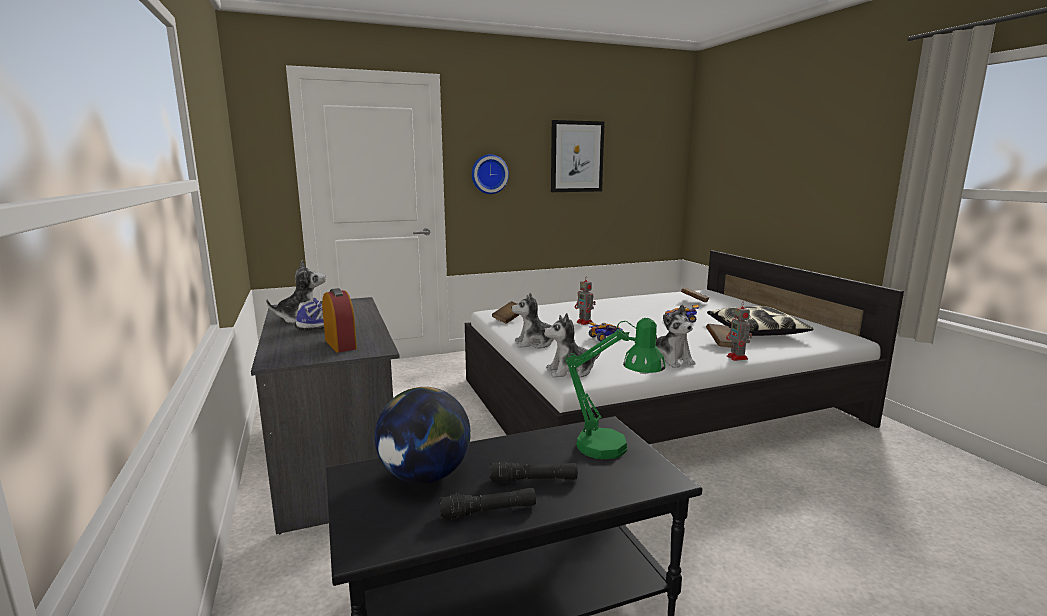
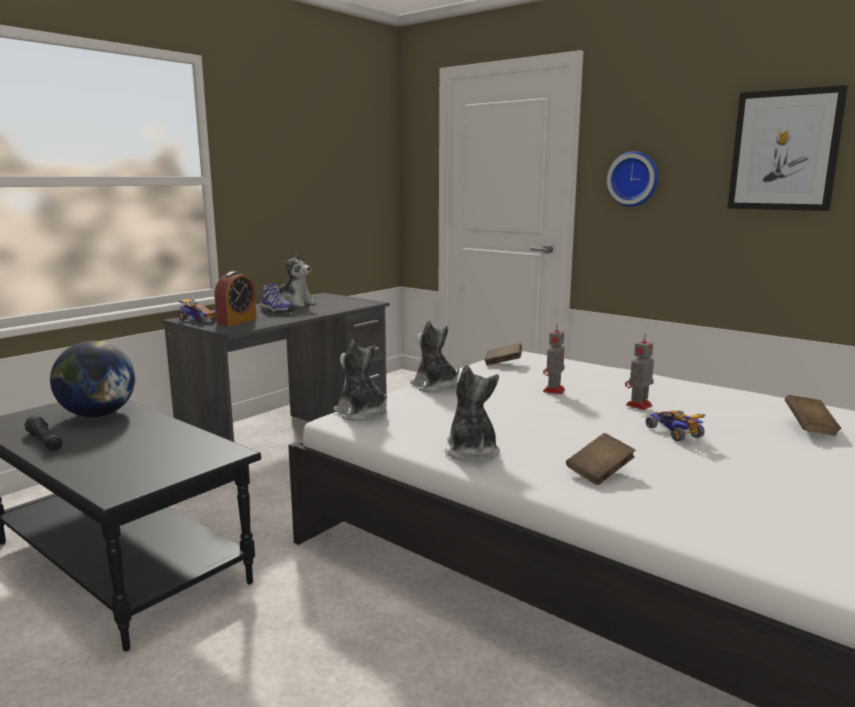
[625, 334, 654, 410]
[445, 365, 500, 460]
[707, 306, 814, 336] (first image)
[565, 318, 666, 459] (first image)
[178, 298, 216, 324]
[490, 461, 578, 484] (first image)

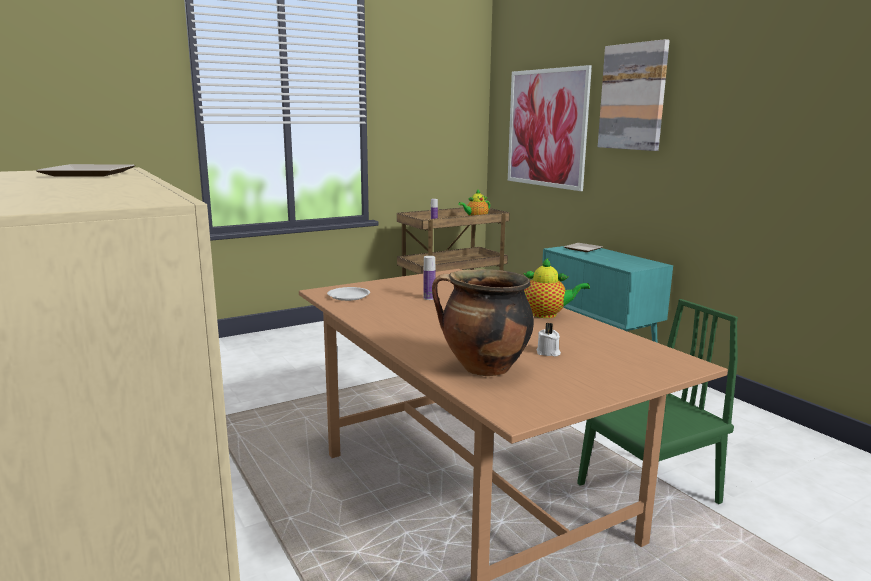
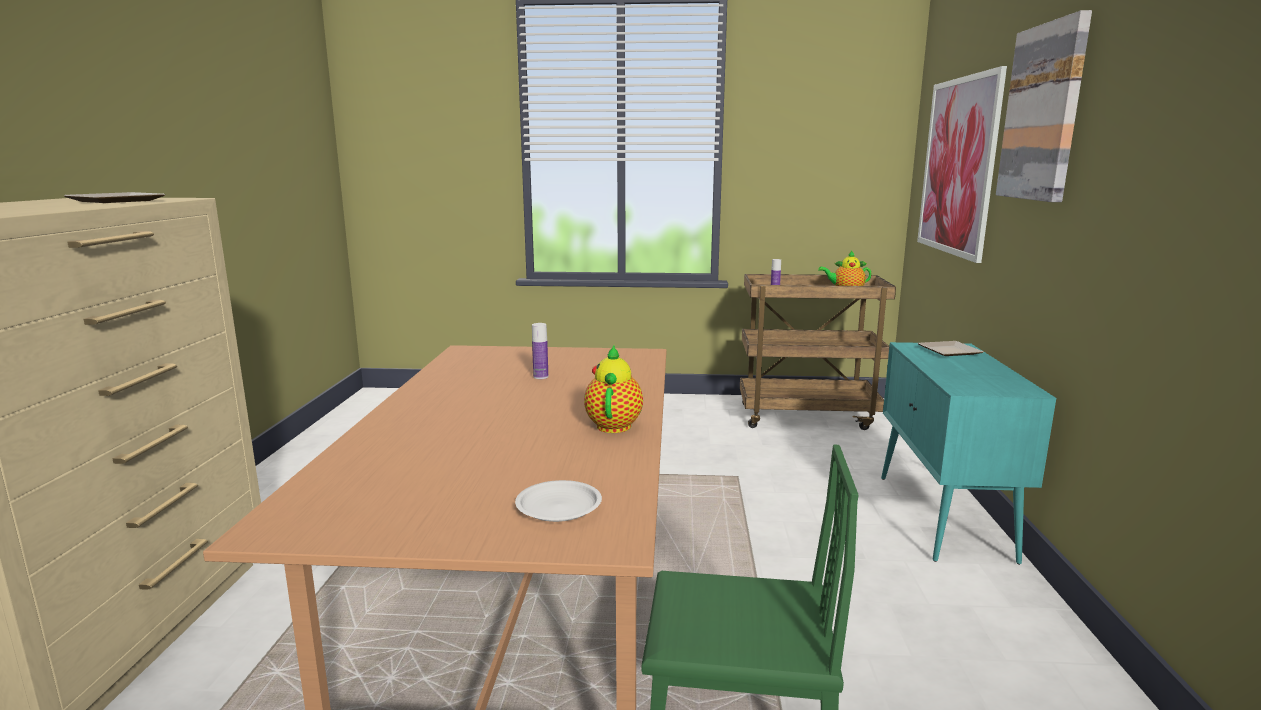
[584, 345, 643, 433]
[432, 269, 534, 376] (first image)
[515, 480, 602, 522]
[537, 323, 561, 357] (first image)

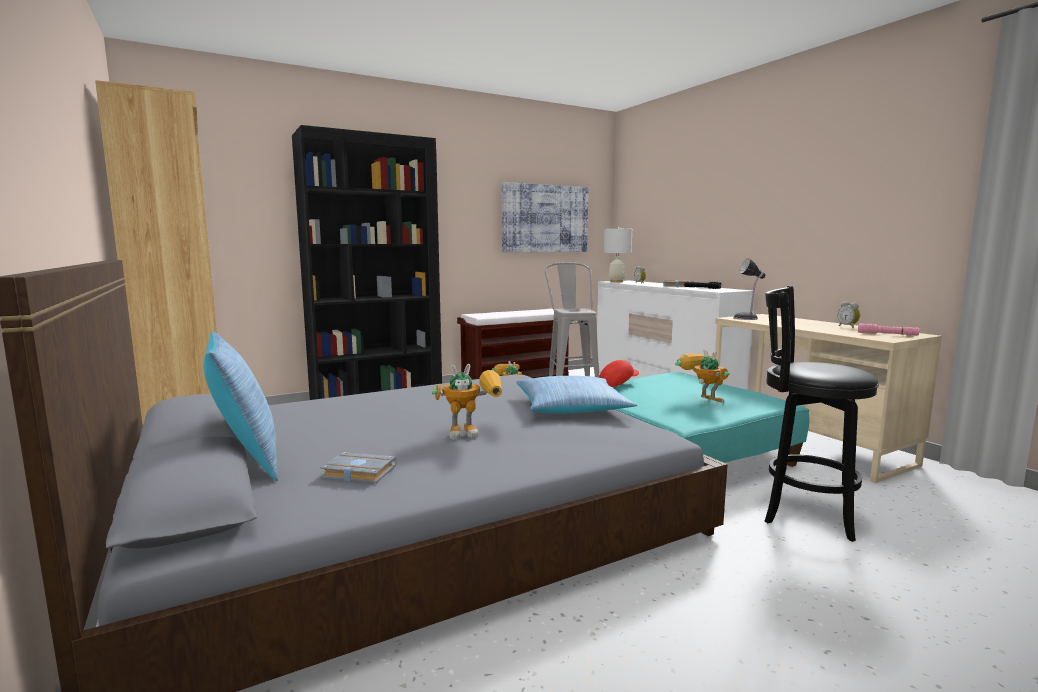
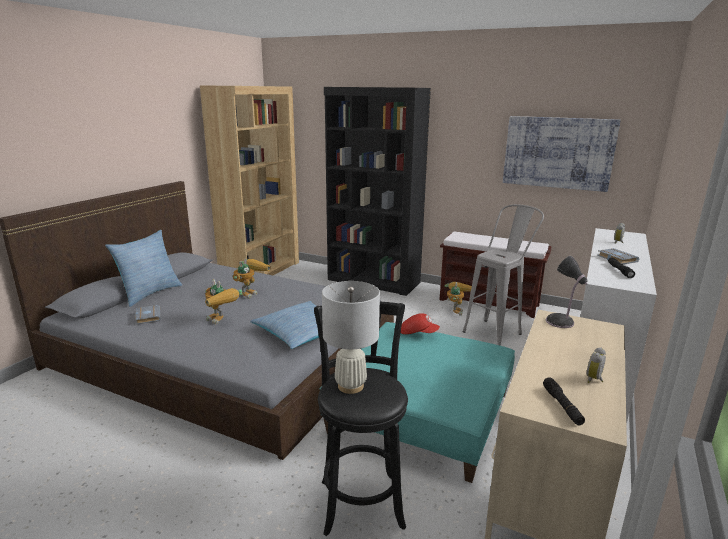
[322, 281, 380, 394]
[543, 377, 585, 425]
[232, 258, 271, 299]

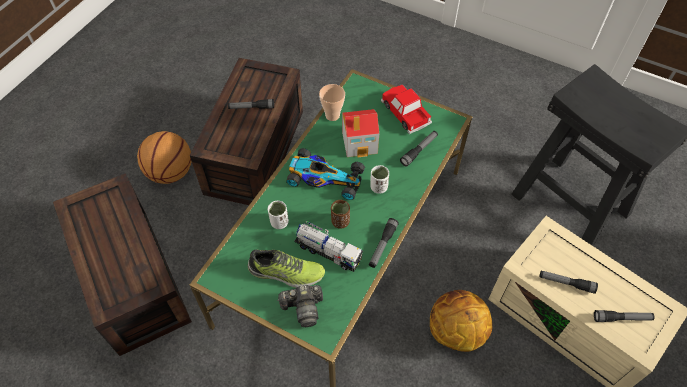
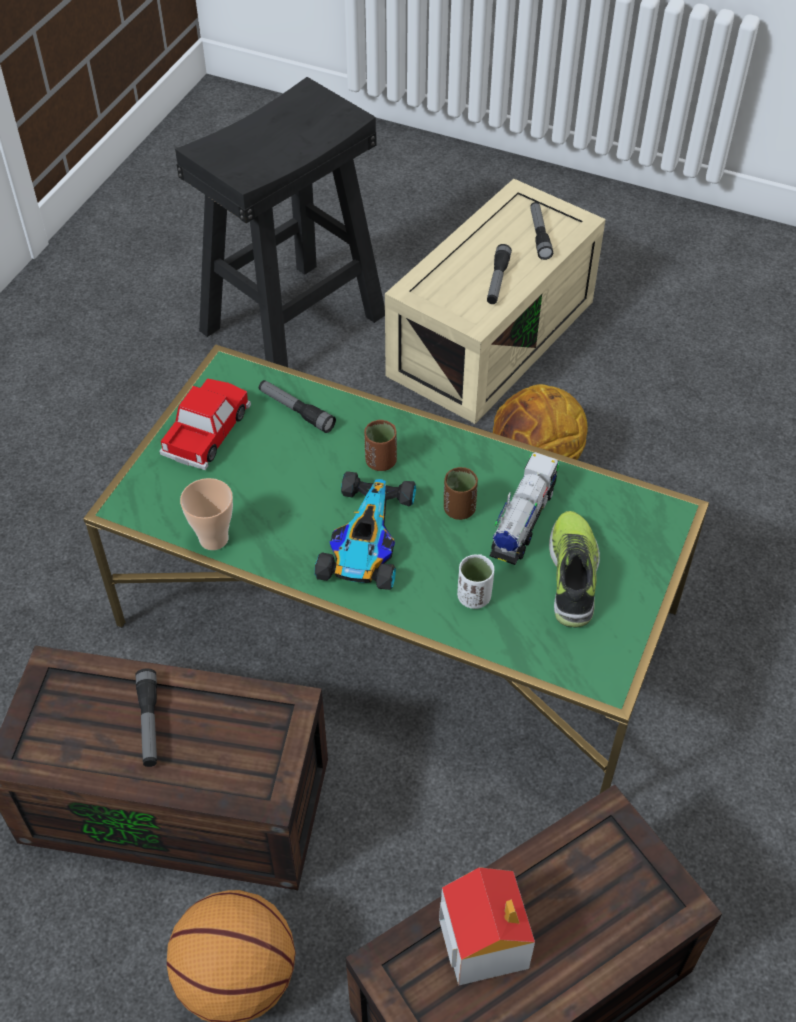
[159, 378, 251, 470]
[439, 867, 535, 986]
[364, 420, 397, 471]
[369, 218, 399, 268] (first image)
[277, 285, 323, 327] (first image)

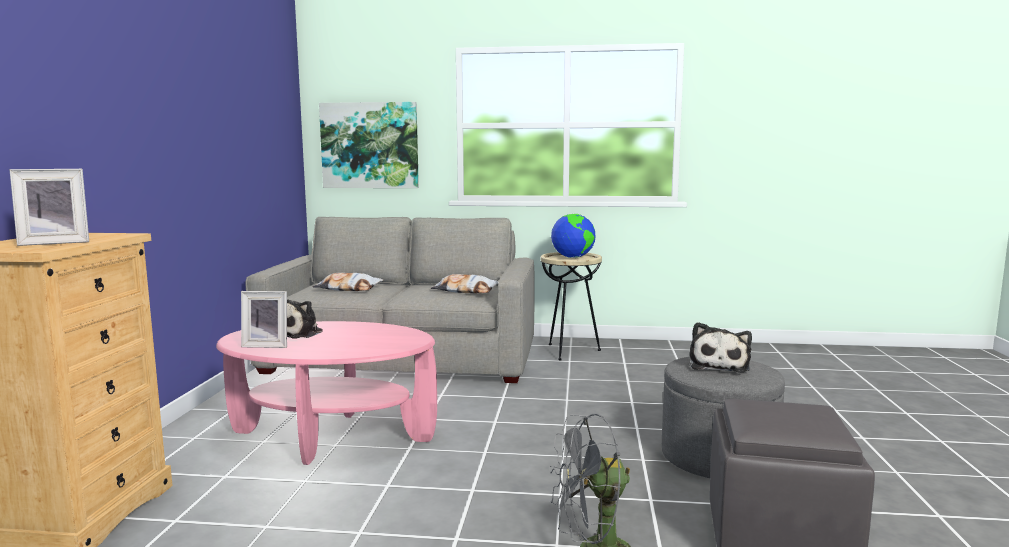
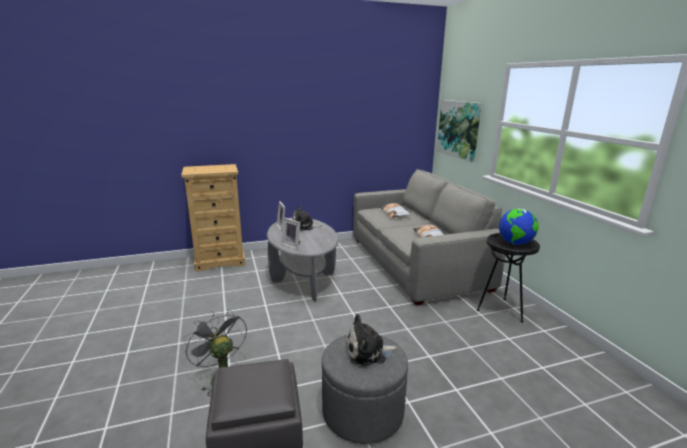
[281, 217, 301, 250]
[477, 233, 540, 323]
[267, 218, 339, 302]

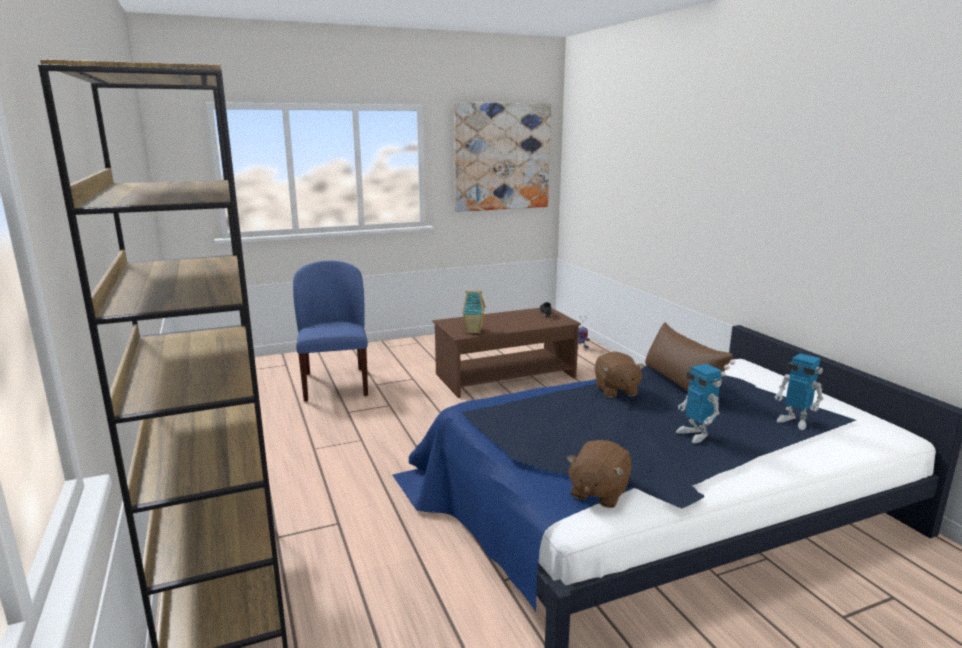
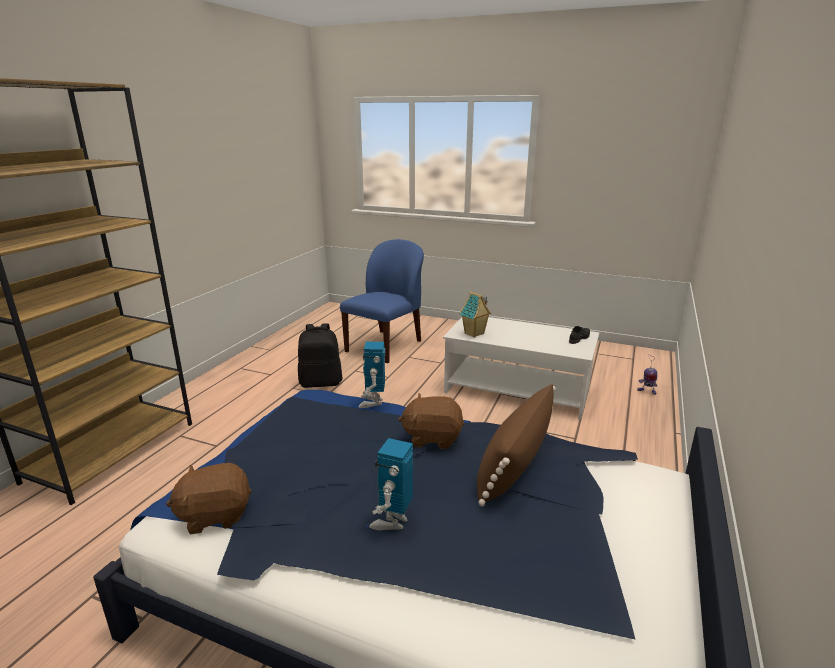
[454, 102, 551, 212] (first image)
[443, 317, 599, 420]
[398, 393, 464, 449]
[358, 342, 385, 408]
[298, 323, 343, 388]

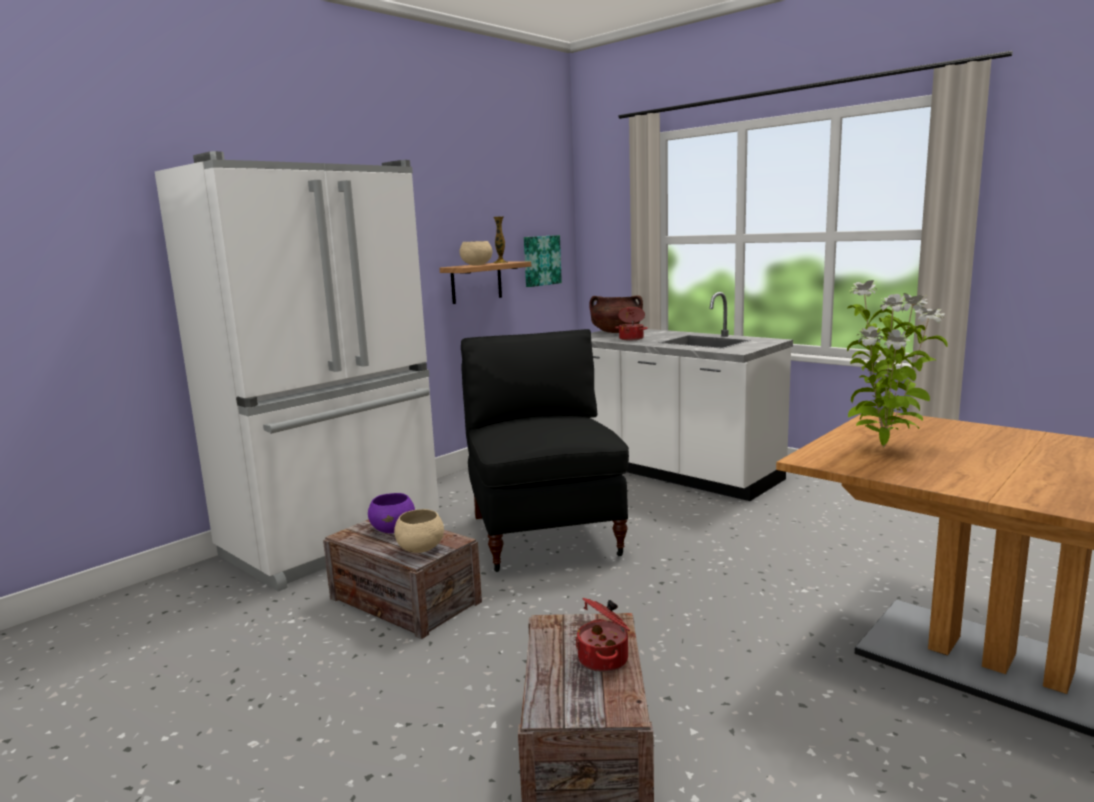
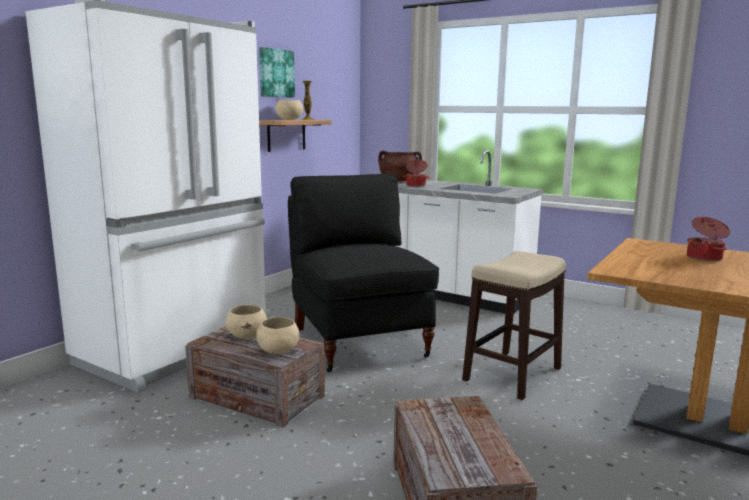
[259, 47, 295, 98]
[847, 280, 948, 447] (first image)
[226, 305, 267, 339]
[687, 217, 730, 262]
[462, 251, 566, 400]

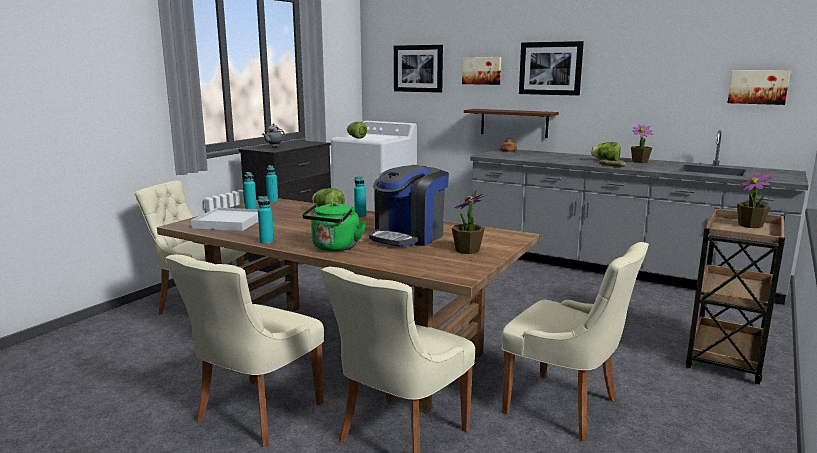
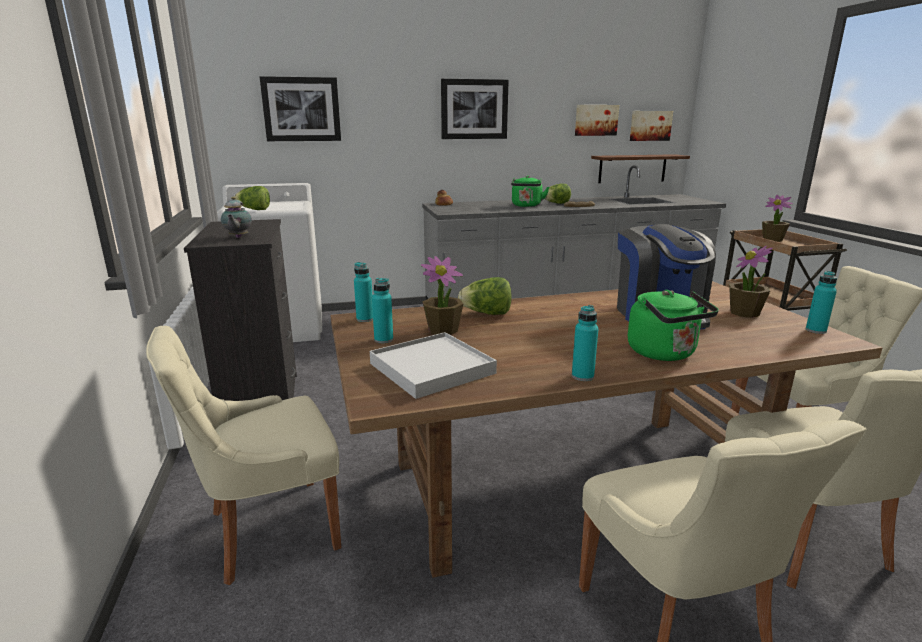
[575, 105, 619, 136]
[591, 154, 690, 183]
[421, 256, 463, 335]
[806, 271, 837, 334]
[511, 176, 549, 207]

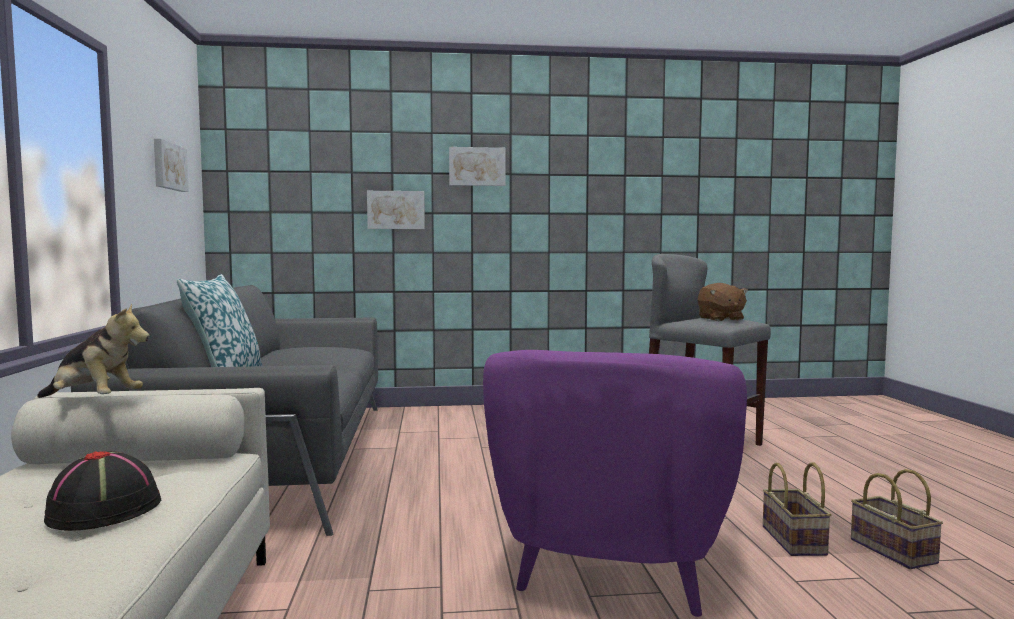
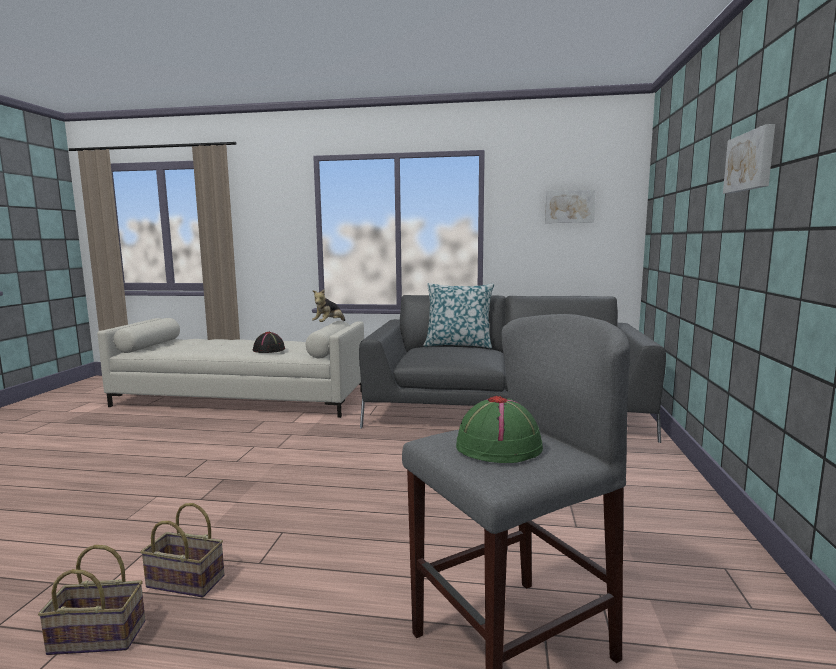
[367, 191, 425, 229] (first image)
[456, 396, 543, 463]
[483, 350, 747, 617] (first image)

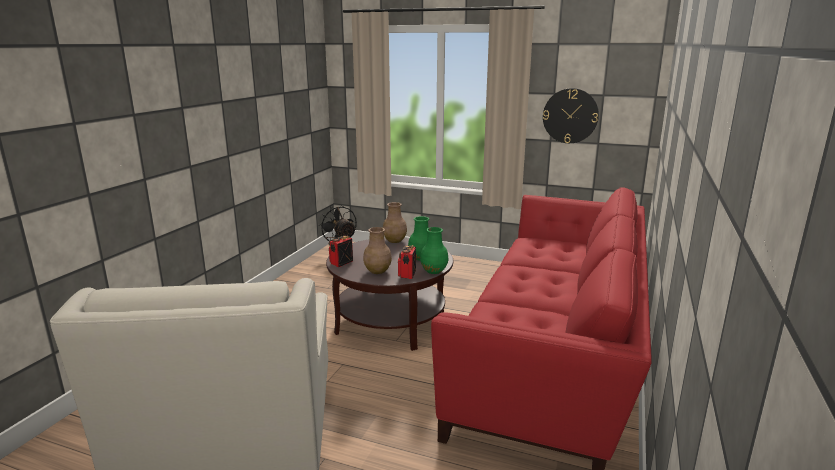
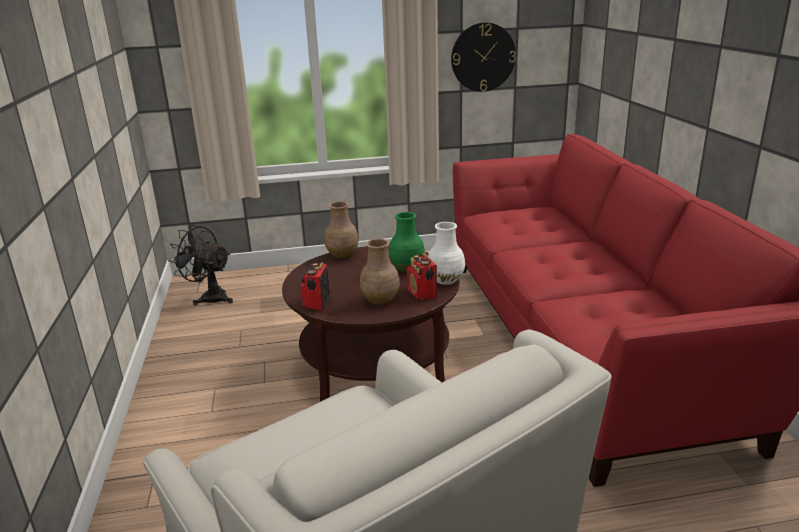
[428, 222, 465, 285]

